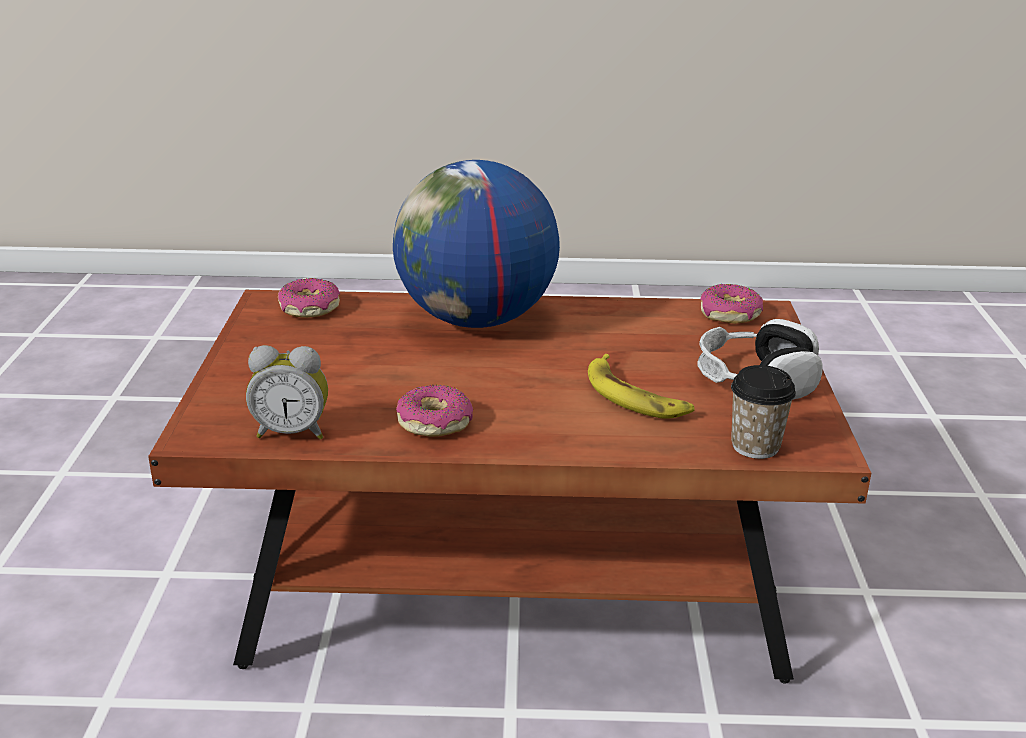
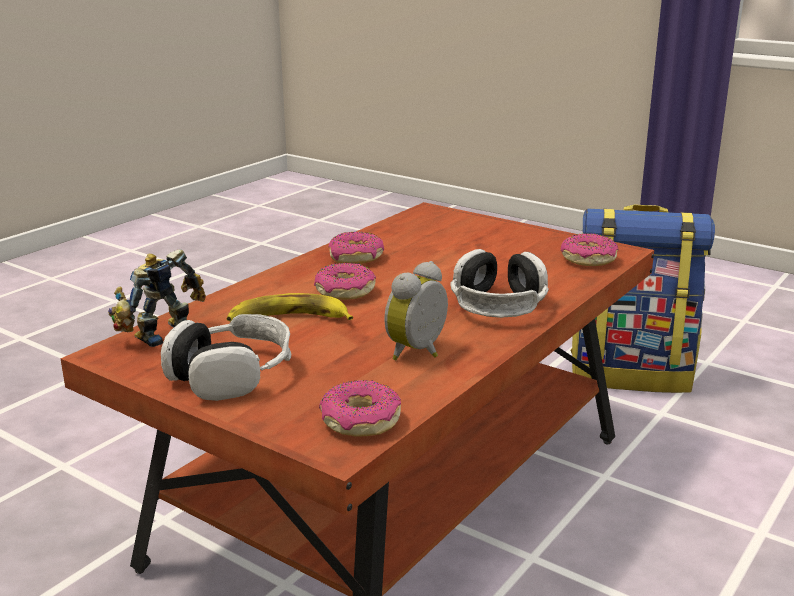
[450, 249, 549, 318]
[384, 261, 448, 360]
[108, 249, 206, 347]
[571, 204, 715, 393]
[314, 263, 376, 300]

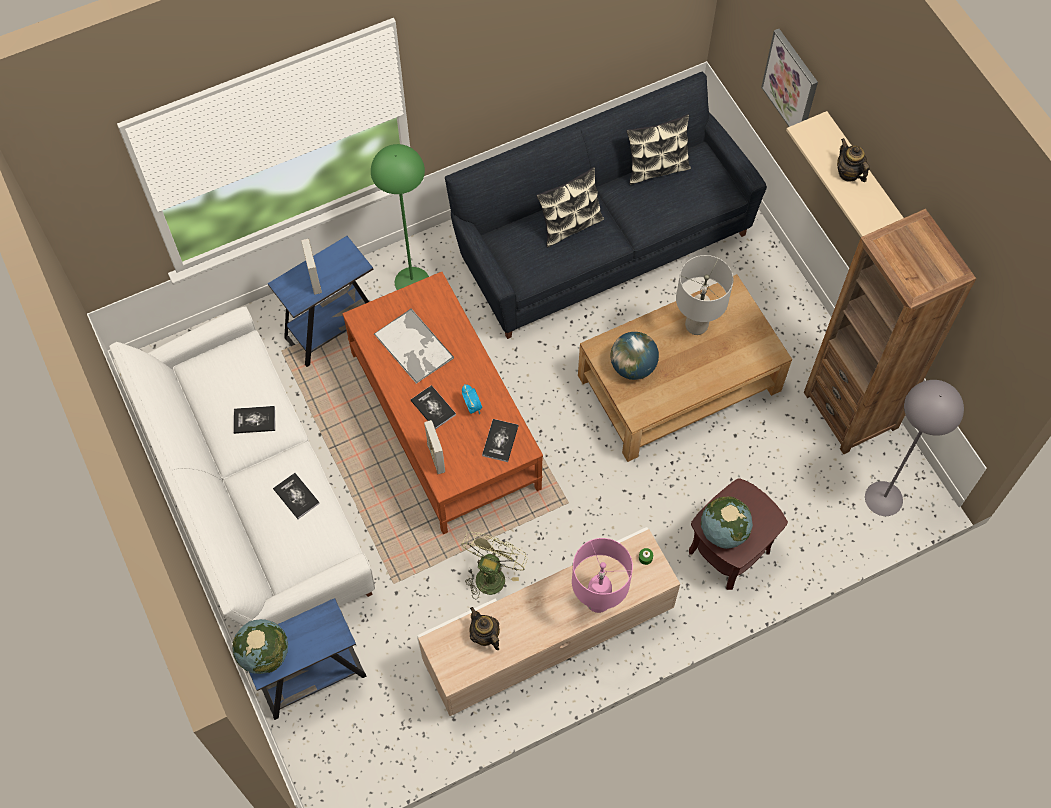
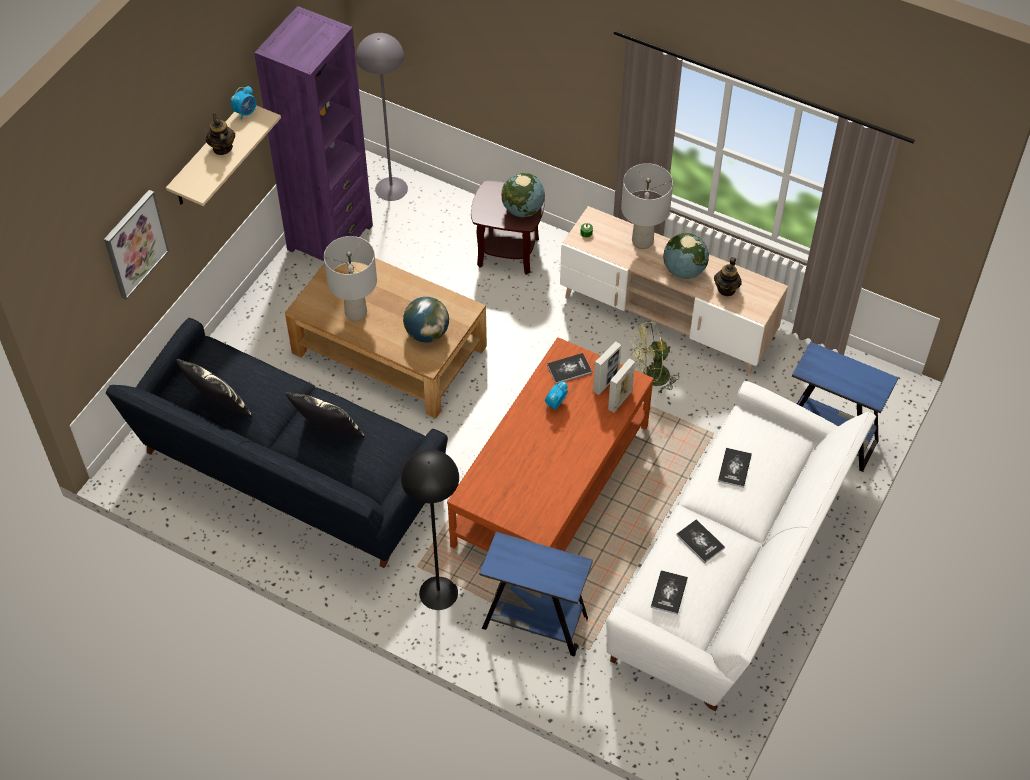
[206, 114, 235, 155]
[401, 449, 459, 610]
[254, 6, 373, 261]
[593, 341, 621, 395]
[374, 309, 454, 384] (first image)
[651, 570, 688, 615]
[621, 163, 673, 249]
[663, 233, 709, 279]
[231, 86, 256, 120]

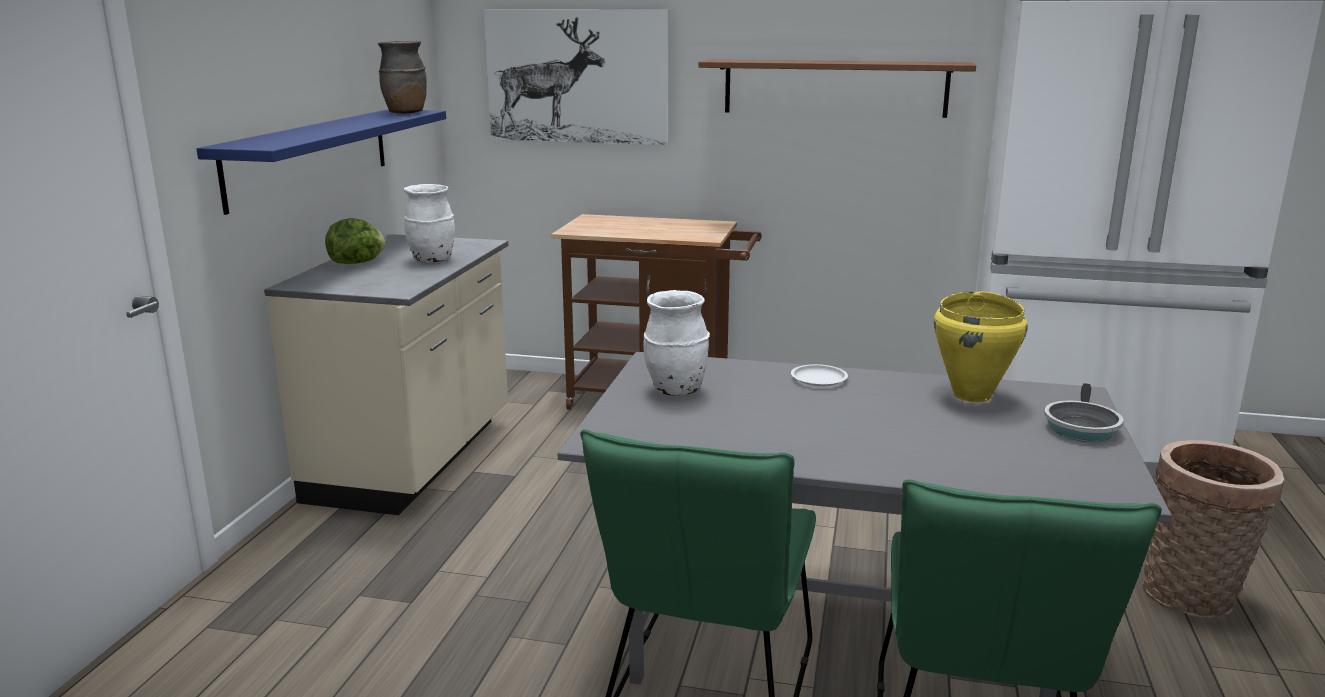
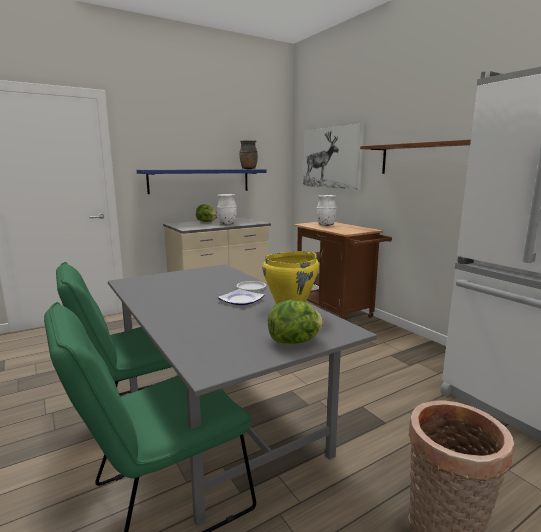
[317, 195, 337, 226]
[268, 300, 323, 344]
[218, 289, 265, 305]

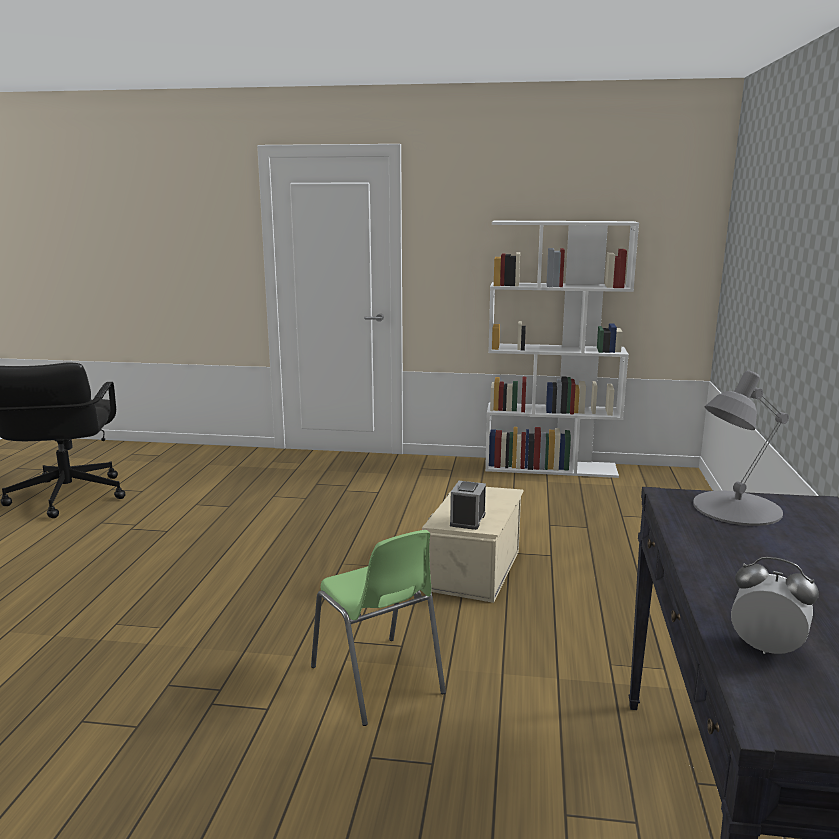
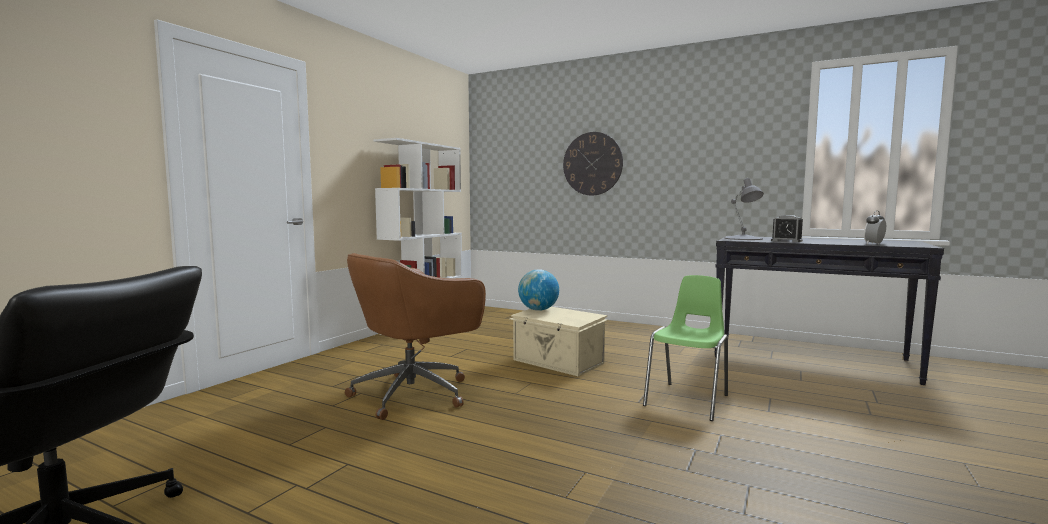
[771, 215, 803, 242]
[643, 275, 728, 421]
[563, 132, 623, 196]
[345, 253, 486, 420]
[518, 269, 559, 311]

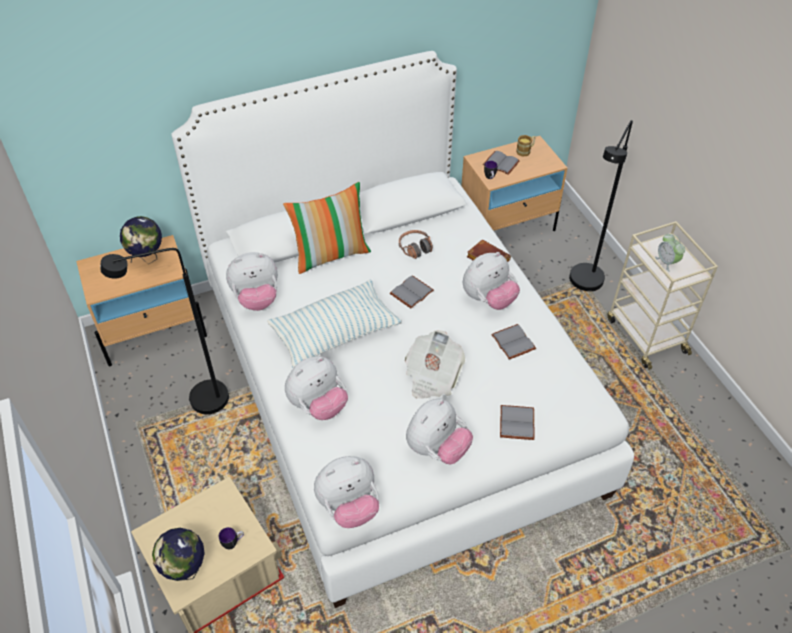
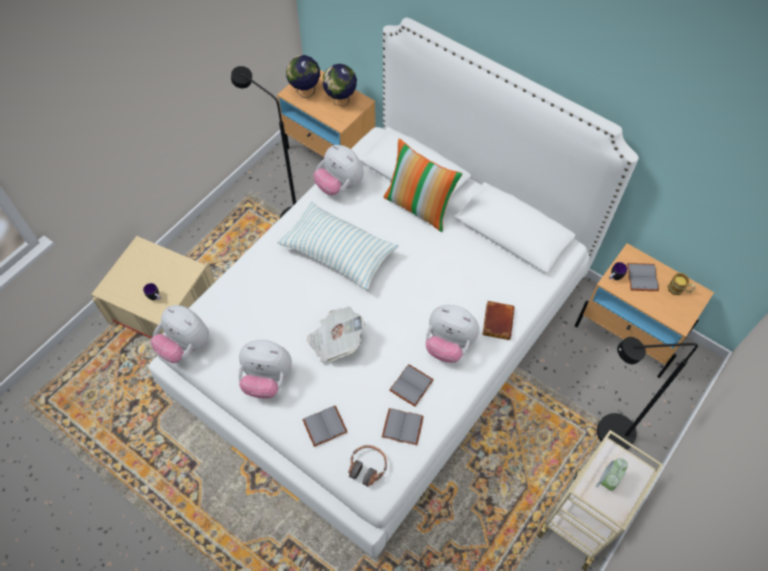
[348, 445, 387, 487]
[382, 408, 424, 445]
[285, 356, 348, 420] (first image)
[286, 55, 320, 98]

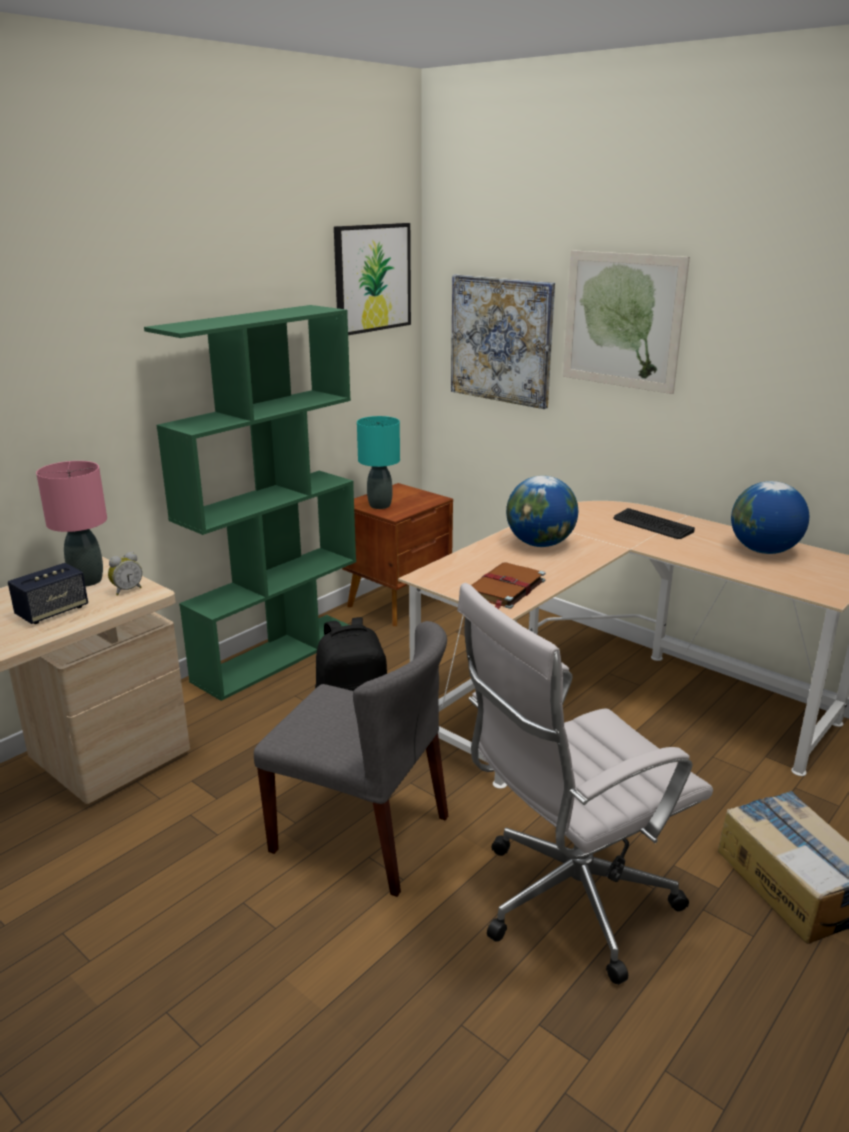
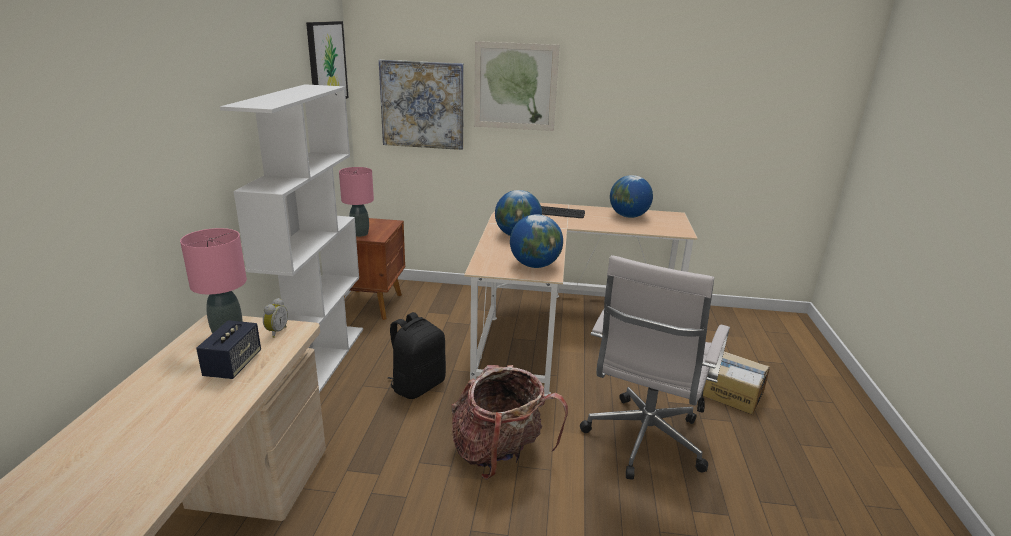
[220, 84, 363, 393]
[339, 167, 374, 237]
[510, 214, 563, 268]
[452, 365, 568, 480]

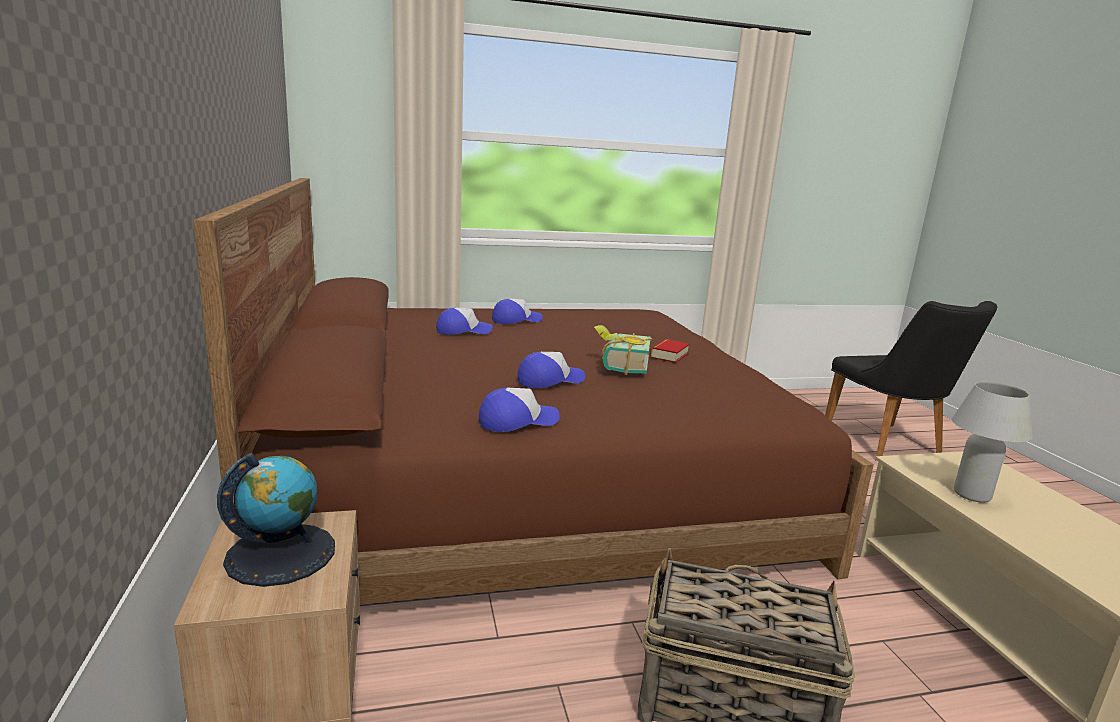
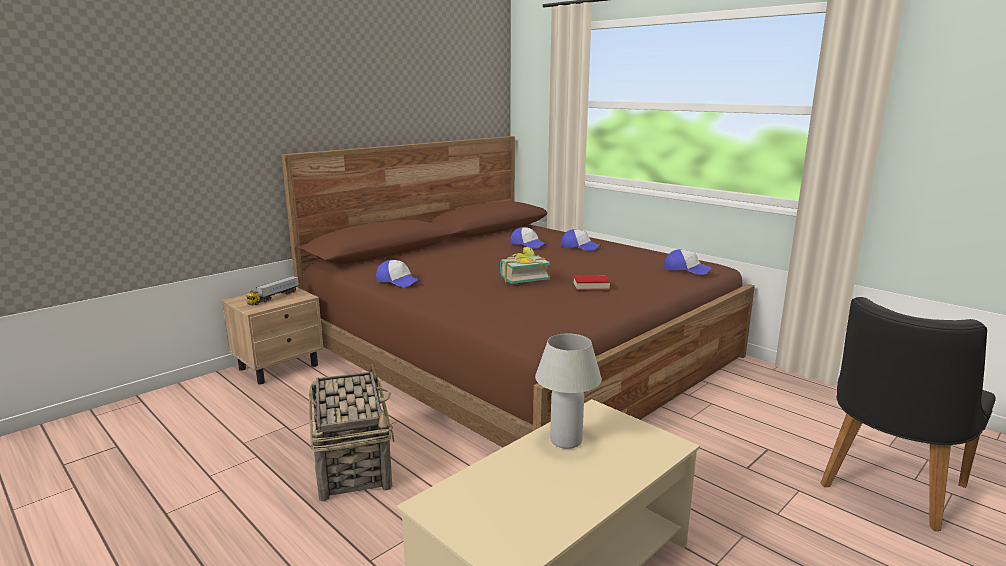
[664, 249, 712, 275]
[246, 276, 299, 305]

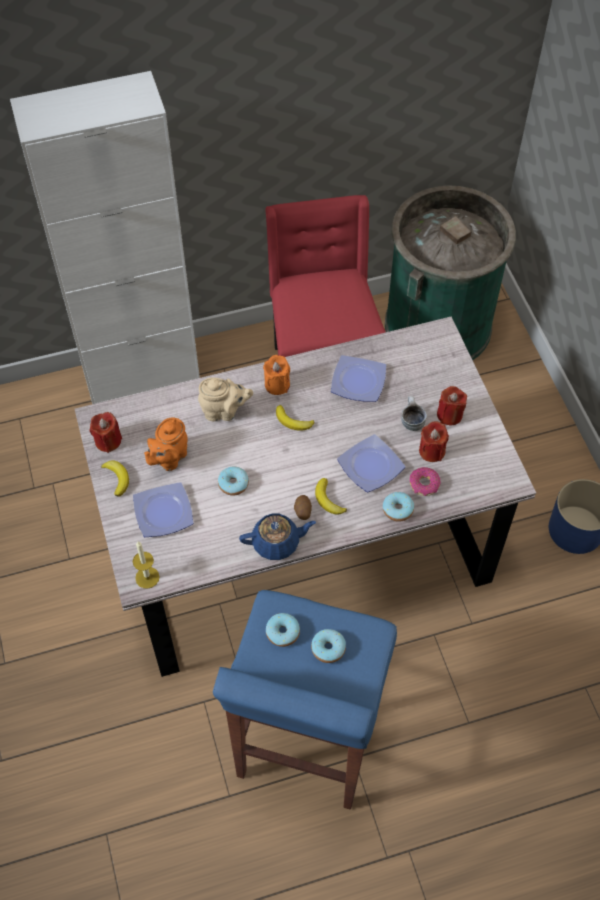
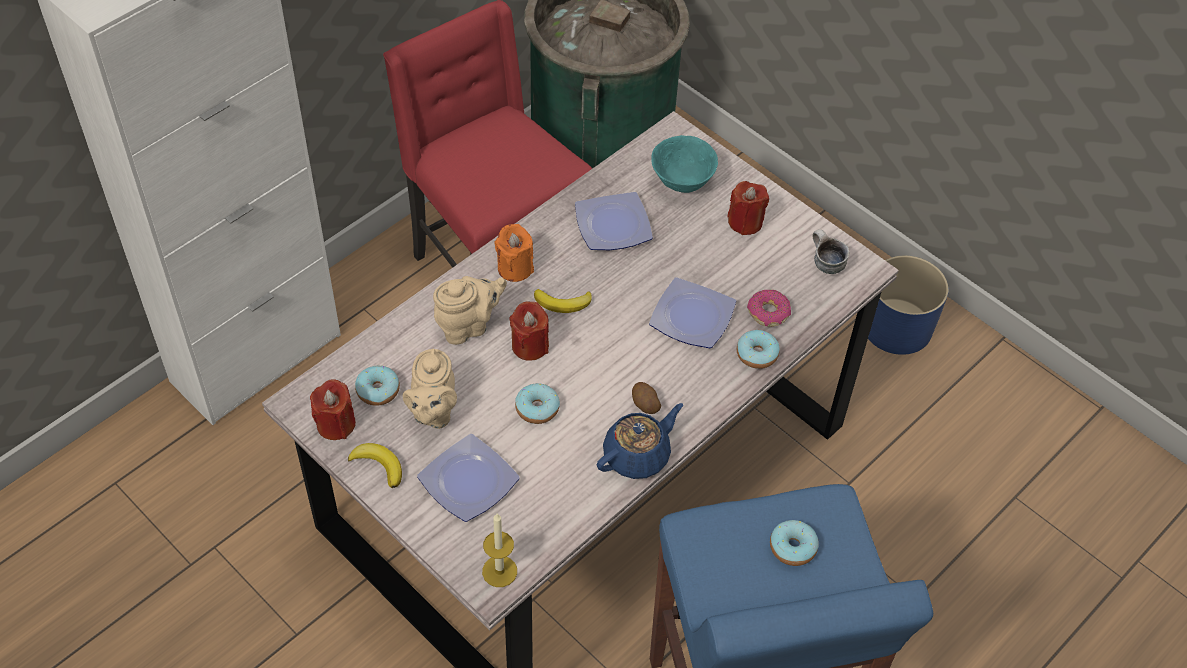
[813, 229, 850, 274]
[403, 348, 457, 429]
[510, 301, 549, 361]
[315, 478, 347, 515] (first image)
[355, 366, 400, 406]
[651, 135, 718, 193]

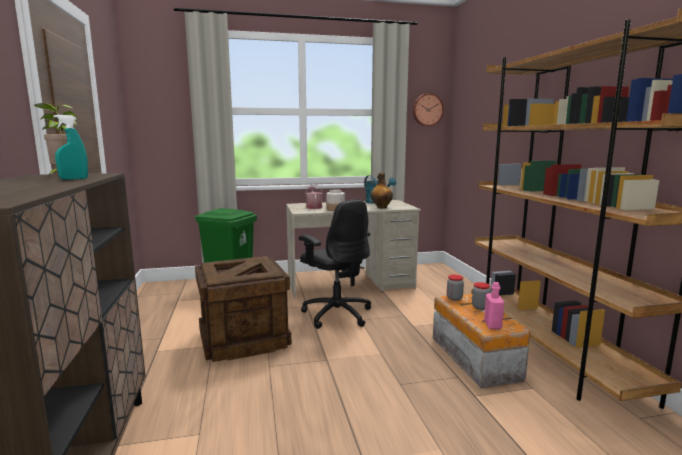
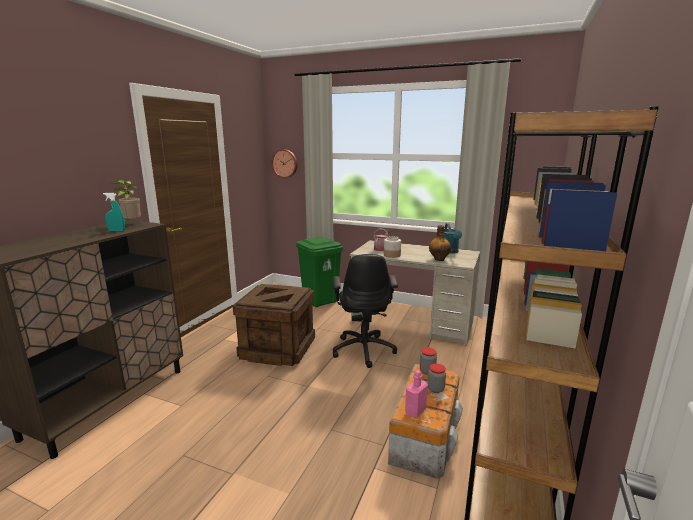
[271, 149, 297, 178]

